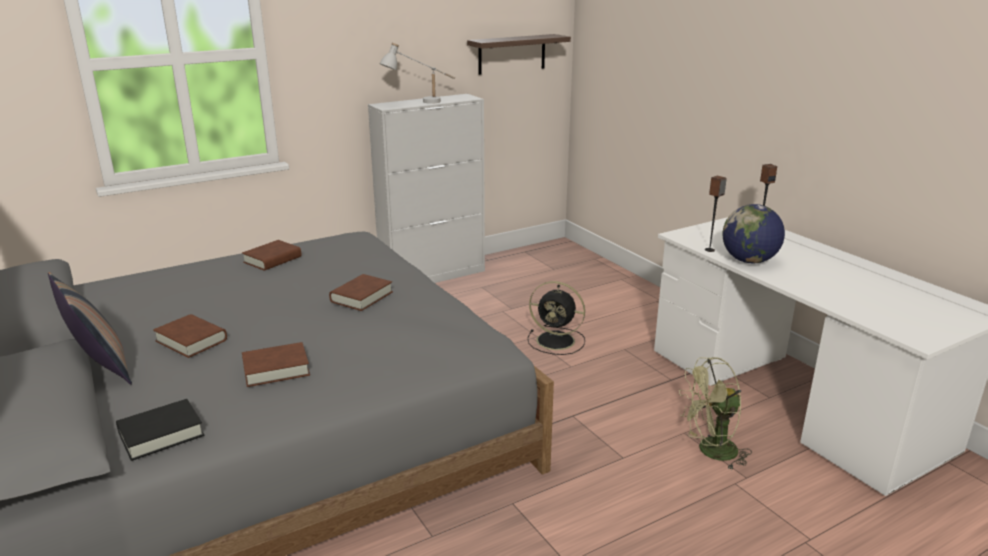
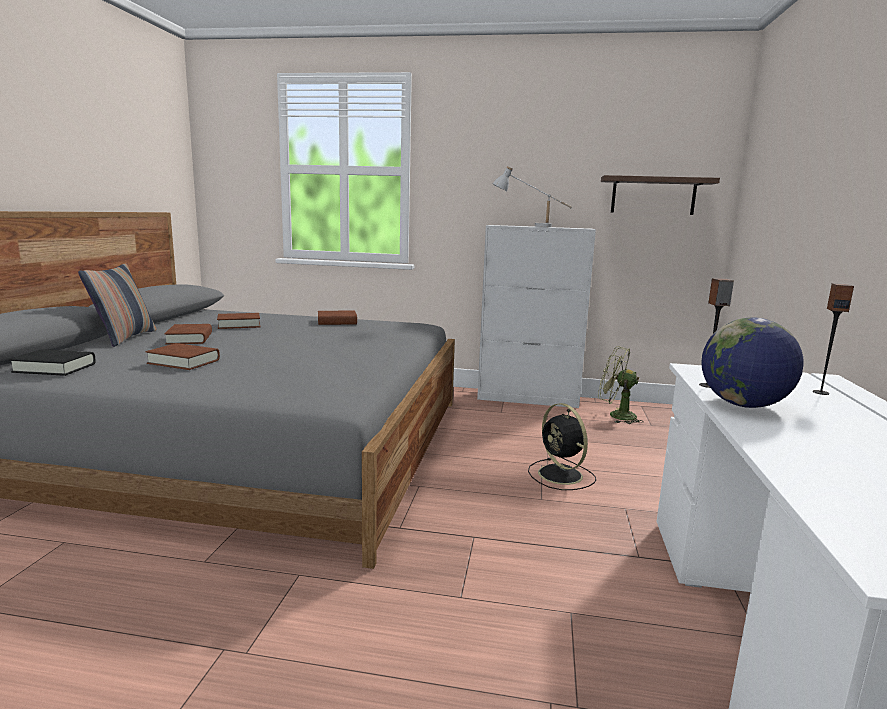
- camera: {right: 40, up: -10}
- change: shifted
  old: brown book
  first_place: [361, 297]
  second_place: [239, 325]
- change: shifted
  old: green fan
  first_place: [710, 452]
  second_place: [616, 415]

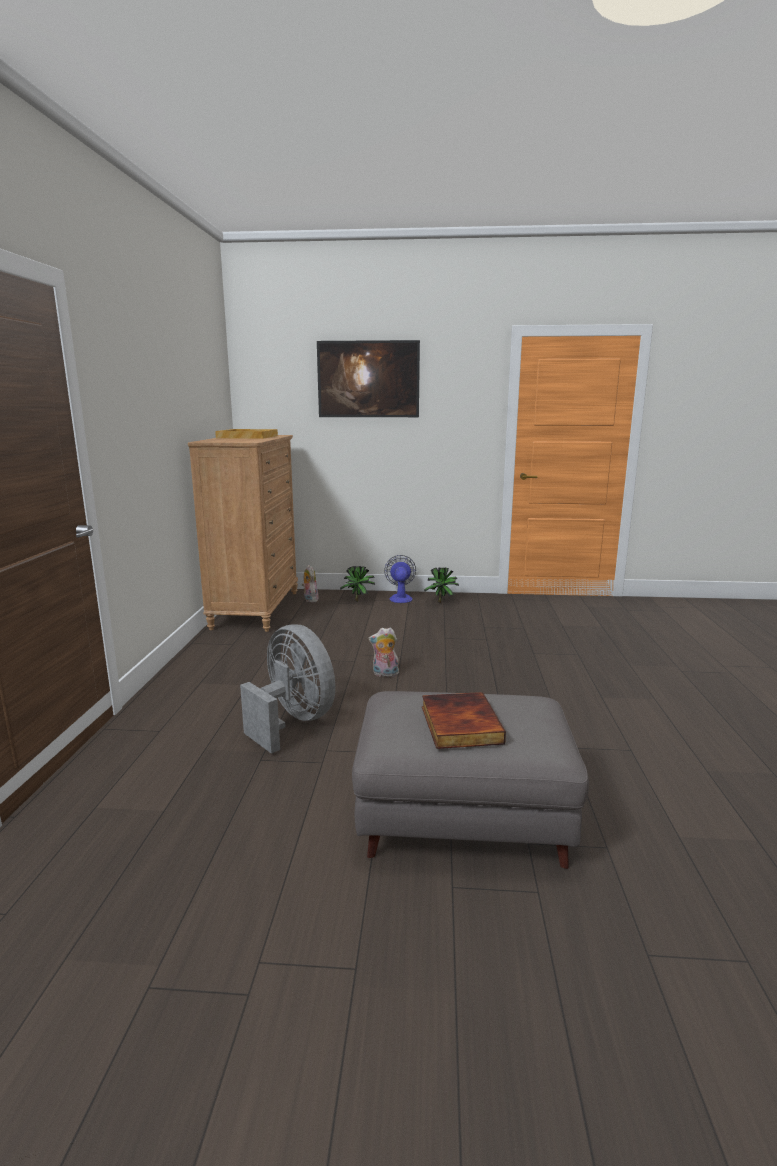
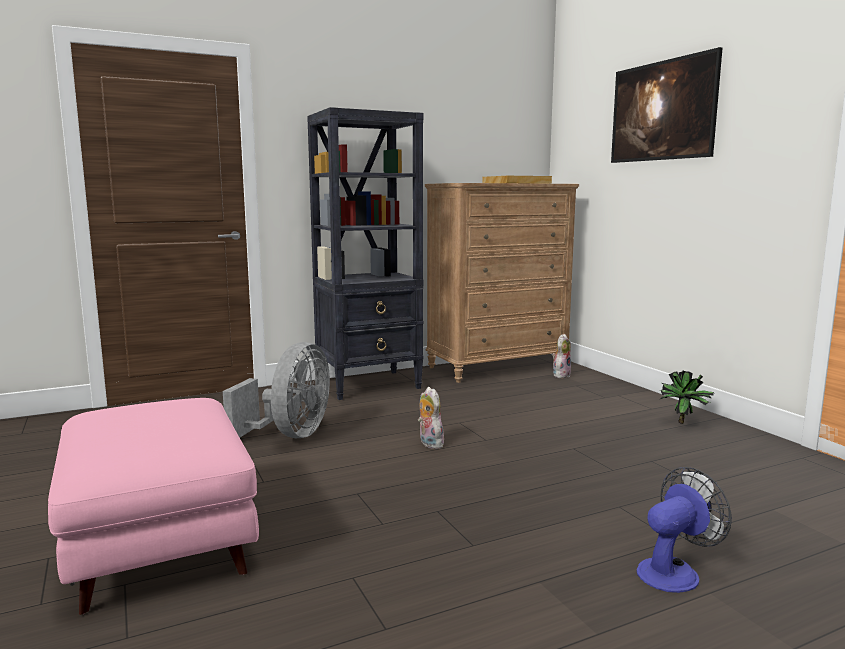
- camera: {right: 60, up: -5}
- change: gone
  old: potted plant
  first_place: [359, 601]
- change: gone
  old: book
  first_place: [458, 724]
- change: new
  new: black bookcase
  second_place: [370, 385]
- change: shifted
  old: fan
  first_place: [400, 597]
  second_place: [674, 571]
- change: repainted
  old: grey ottoman
  new: pink ottoman
  first_place: [463, 818]
  second_place: [161, 541]

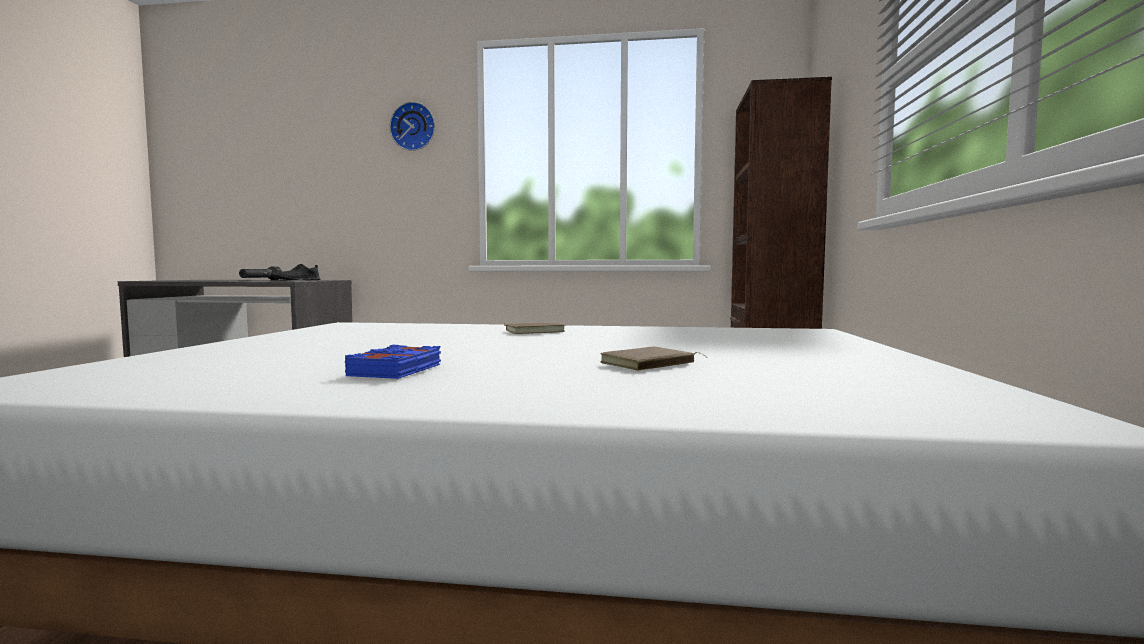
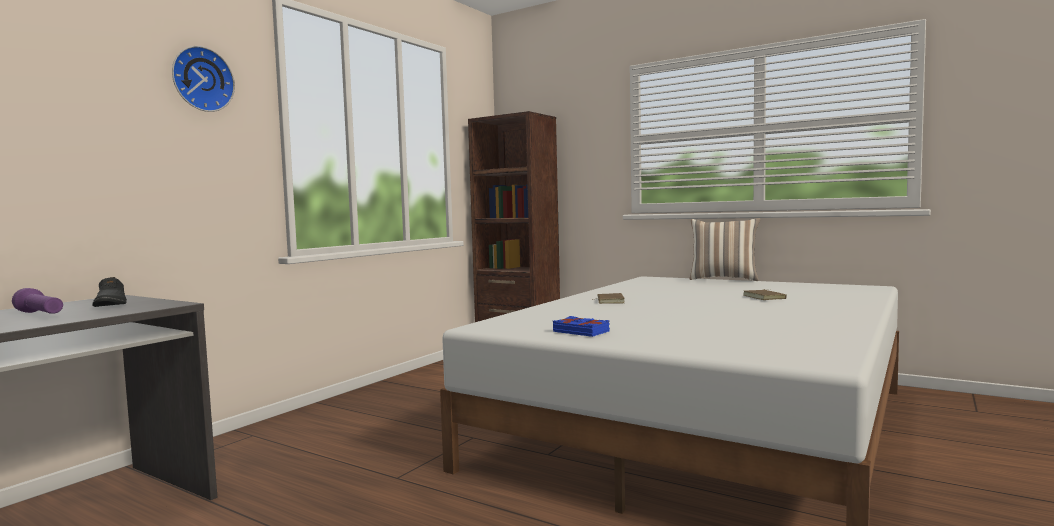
- camera: {right: -65, up: 0}
- change: new
  new: pillow
  second_place: [724, 279]
- change: shifted
  old: blue book
  first_place: [397, 370]
  second_place: [581, 331]
- change: repainted
  old: black flashlight
  new: purple flashlight
  first_place: [260, 280]
  second_place: [40, 315]

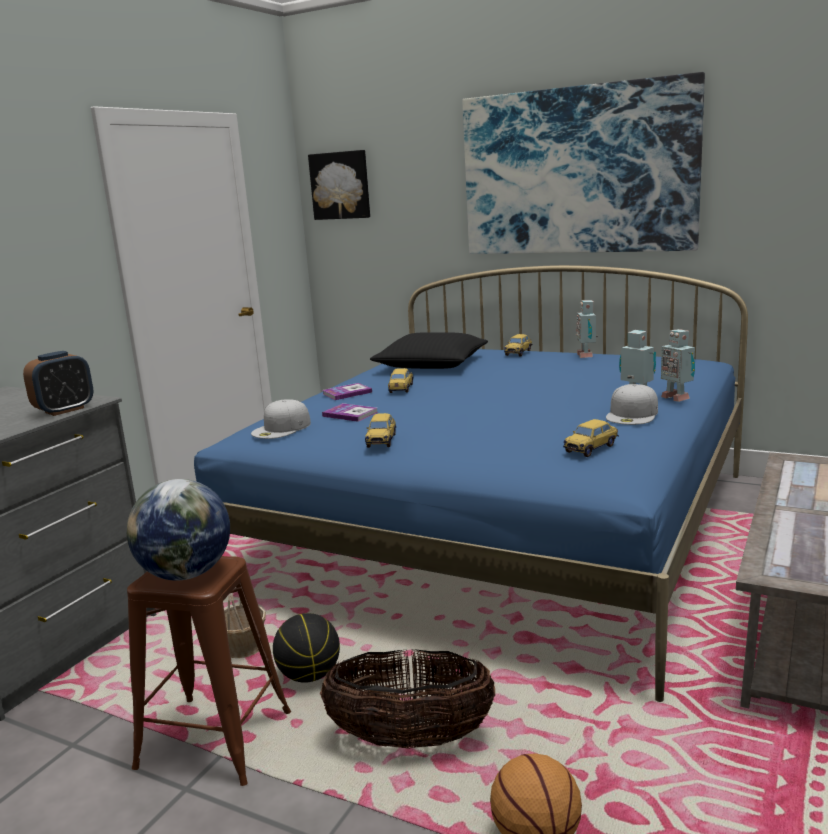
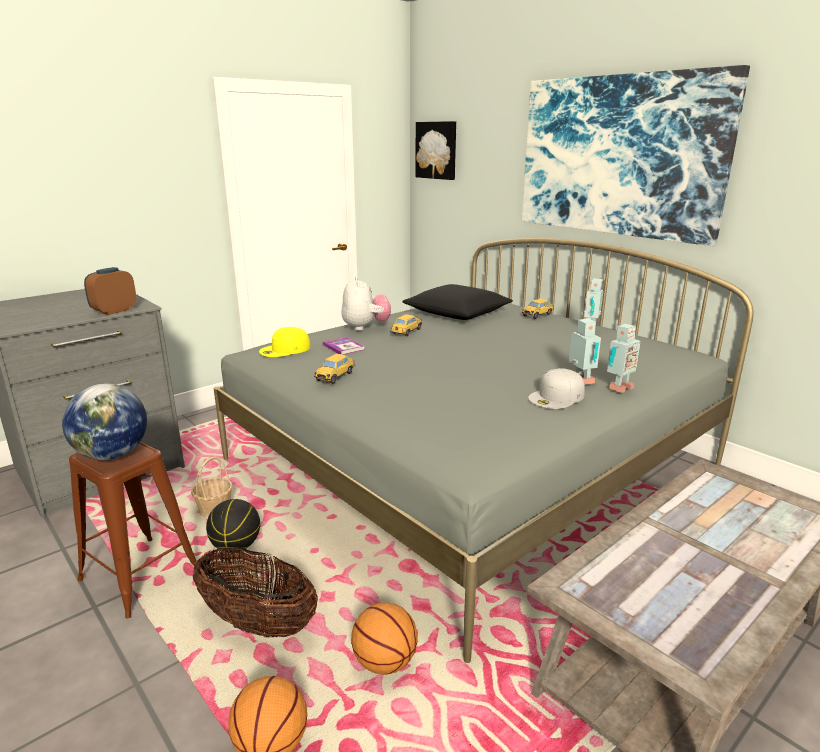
- camera: {right: 20, up: 5}
- change: gone
  old: toy car
  first_place: [591, 448]
- change: new
  new: basketball
  second_place: [384, 662]
- change: swapped
  old: book
  new: plush toy
  first_place: [347, 393]
  second_place: [365, 327]
- change: repainted
  old: blue bed
  new: grey bed
  first_place: [499, 528]
  second_place: [469, 462]
- change: repainted
  old: white cap
  new: yellow cap
  first_place: [282, 428]
  second_place: [285, 349]
- change: rotated
  old: alarm clock
  first_place: [64, 410]
  second_place: [114, 311]
  degrees: 150
- change: rotated
  old: toy robot
  first_place: [676, 397]
  second_place: [618, 388]
  degrees: -120

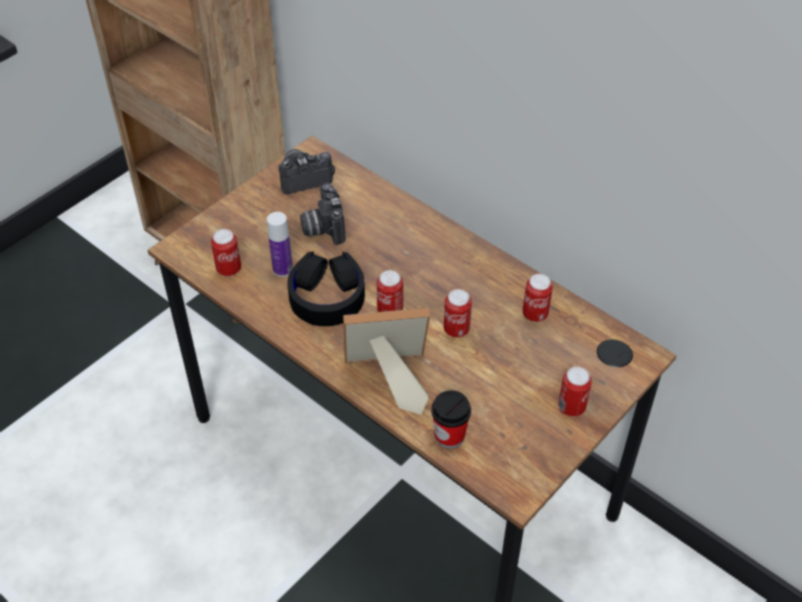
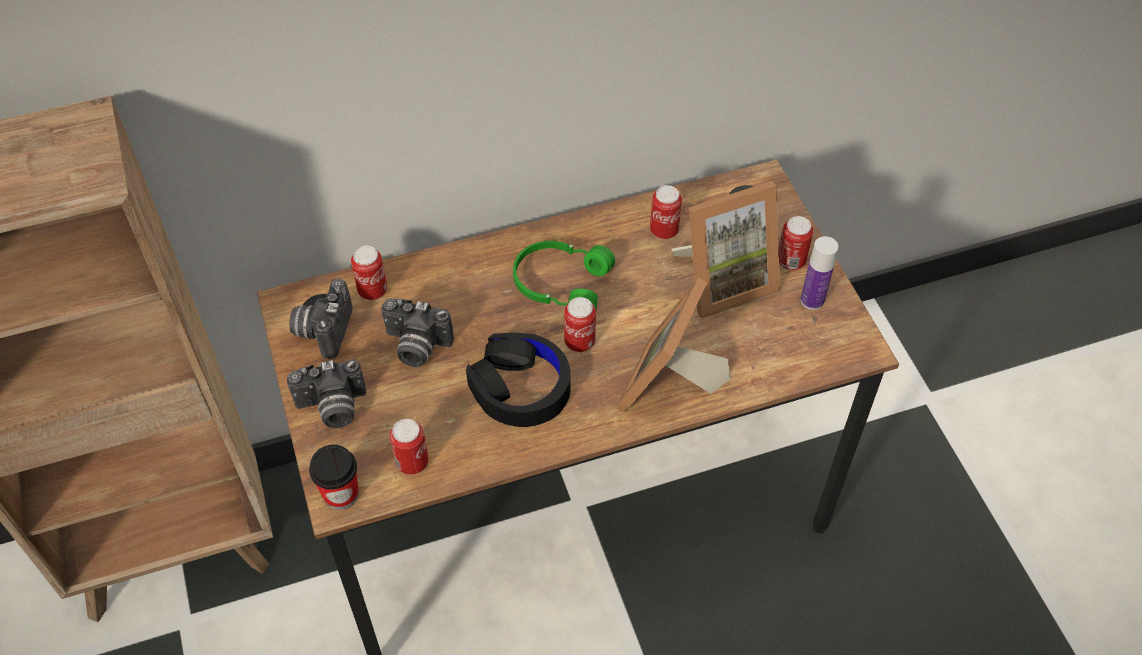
- camera: {right: -60, up: 5}
- change: new
  new: photo camera
  second_place: [332, 408]
- change: new
  new: green headphones
  second_place: [560, 282]
- change: new
  new: picture frame
  second_place: [723, 280]
- change: shifted
  old: bottle
  first_place: [282, 269]
  second_place: [812, 300]
- change: shifted
  old: cup
  first_place: [449, 436]
  second_place: [341, 494]
- change: shifted
  old: can
  first_place: [456, 330]
  second_place: [372, 291]

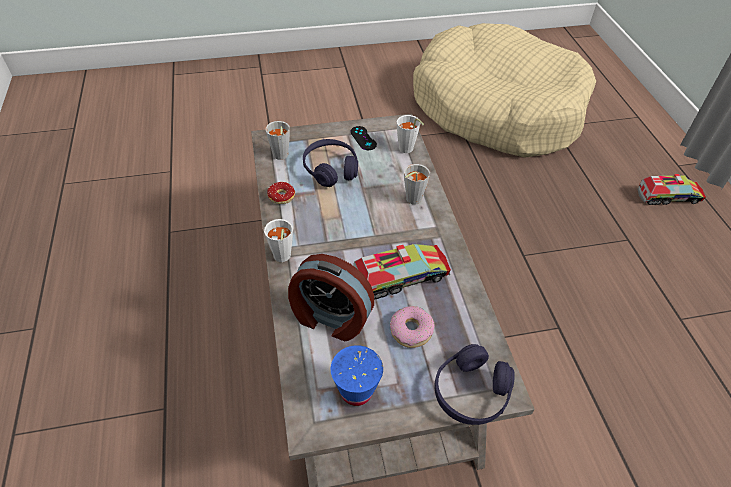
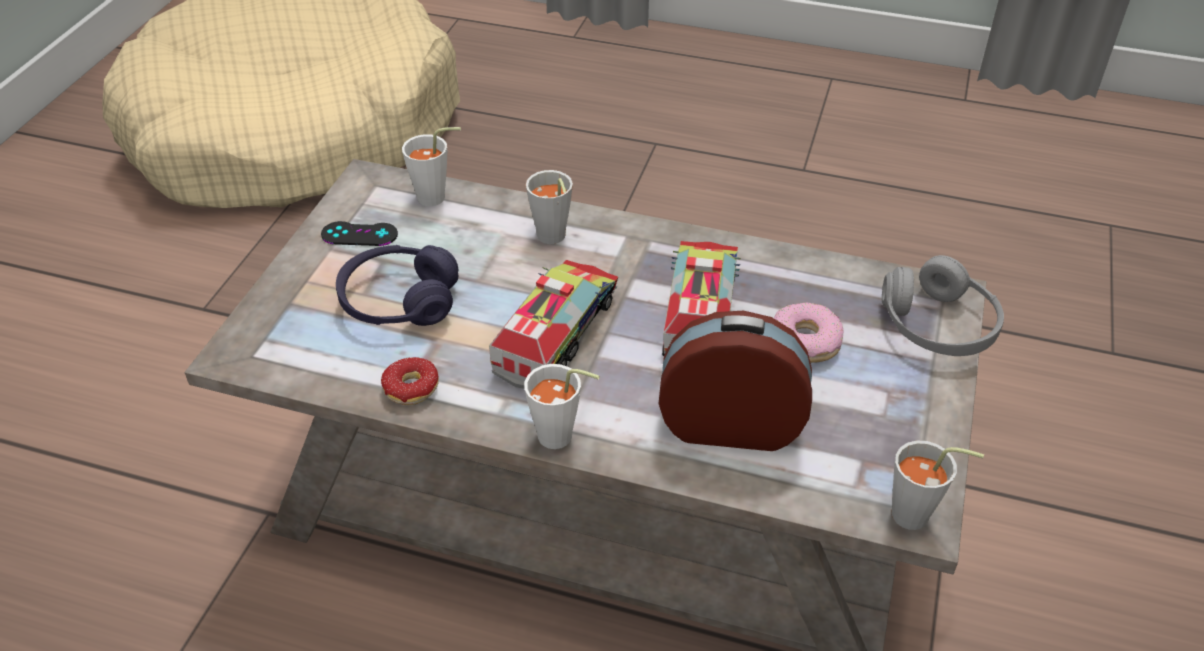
- camera: {right: -60, up: -5}
- change: gone
  old: blue cup
  first_place: [356, 391]
- change: shifted
  old: grey cup
  first_place: [280, 157]
  second_place: [918, 517]
- change: shifted
  old: toy truck
  first_place: [668, 196]
  second_place: [556, 334]
- change: repainted
  old: purple headphones
  new: grey headphones
  first_place: [471, 392]
  second_place: [937, 325]
- change: rotated
  old: alarm clock
  first_place: [330, 318]
  second_place: [730, 422]
  degrees: -135

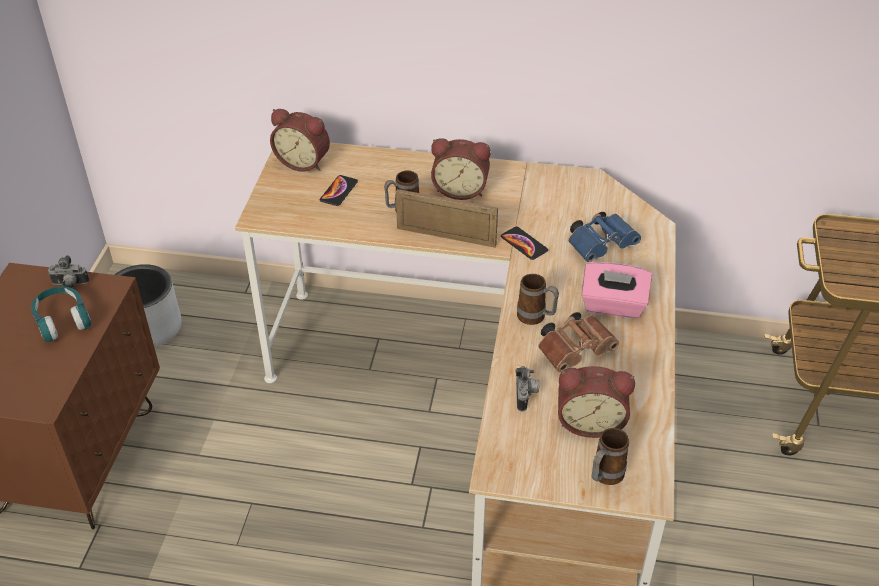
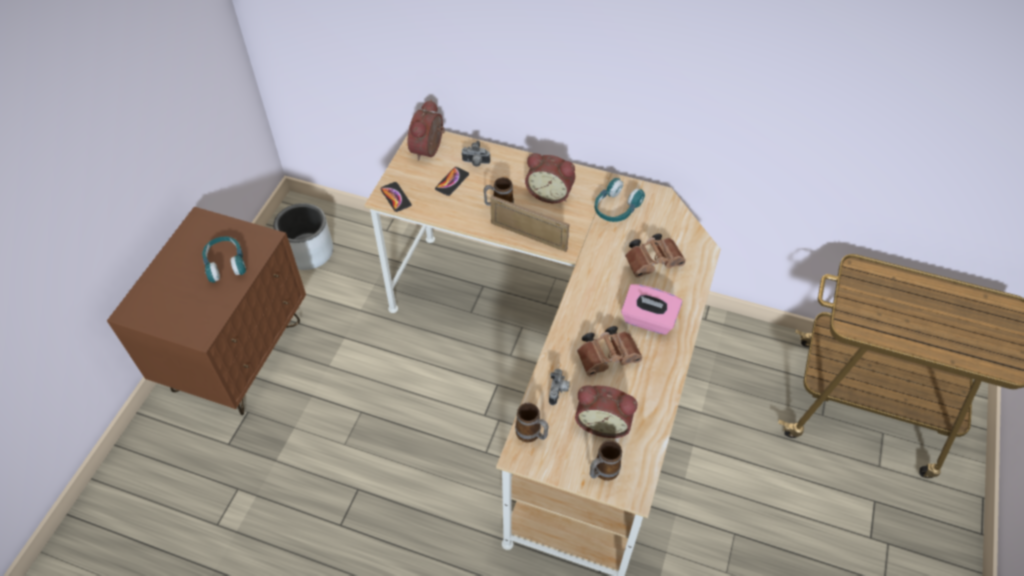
- camera: {right: 10, up: 10}
- change: new
  new: turquoise headphones
  second_place: [616, 208]
- change: shifted
  old: photo camera
  first_place: [70, 285]
  second_place: [475, 163]
- change: shifted
  old: phone
  first_place: [524, 244]
  second_place: [395, 197]
- change: shifted
  old: mug
  first_place: [536, 318]
  second_place: [532, 435]
- change: repainted
  old: blue binoculars
  new: brown binoculars
  first_place: [602, 245]
  second_place: [654, 262]
- change: rotated
  old: alarm clock
  first_place: [304, 162]
  second_place: [430, 150]
  degrees: 75

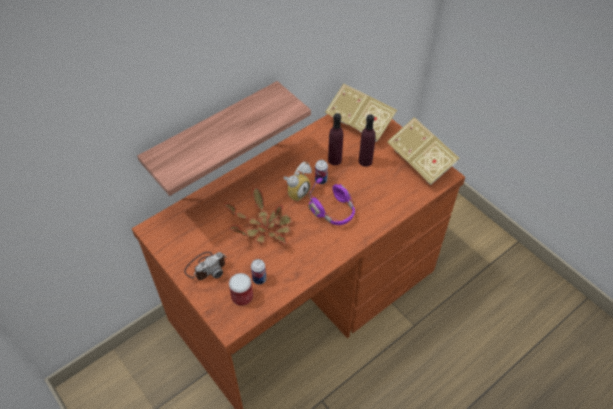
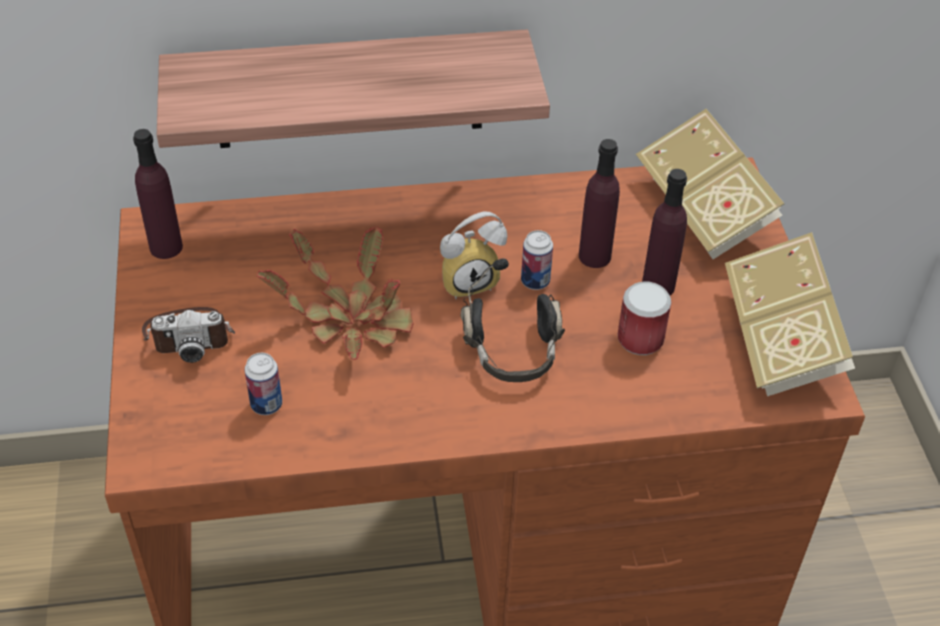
- camera: {right: 30, up: -5}
- change: new
  new: purple bottle
  second_place: [166, 247]
- change: shifted
  old: can
  first_place: [242, 296]
  second_place: [640, 339]
- change: repainted
  old: purple headphones
  new: black headphones
  first_place: [334, 212]
  second_place: [513, 352]

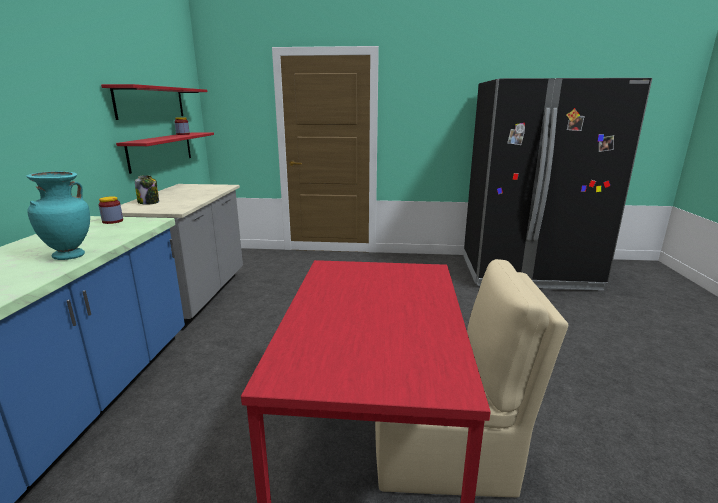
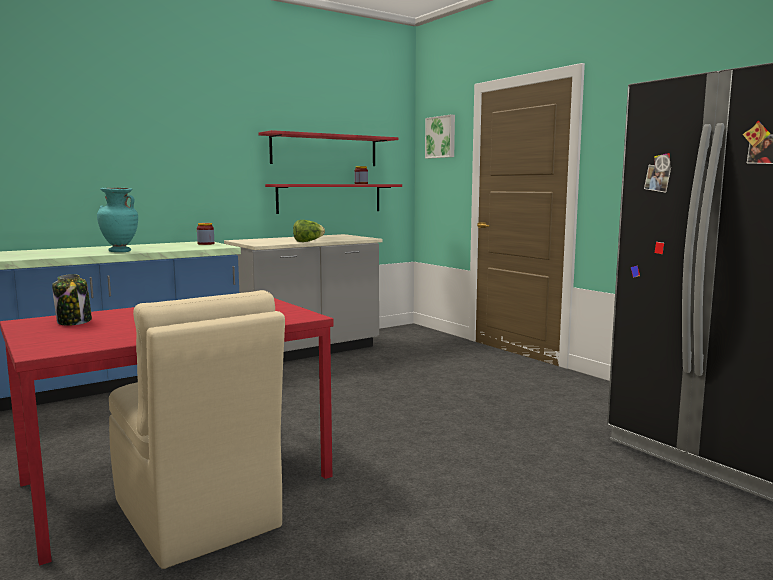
- camera: {right: 50, up: -10}
- change: new
  new: lettuce
  second_place: [308, 241]
- change: new
  new: picture
  second_place: [441, 137]
- change: shifted
  old: jar
  first_place: [149, 202]
  second_place: [74, 322]

